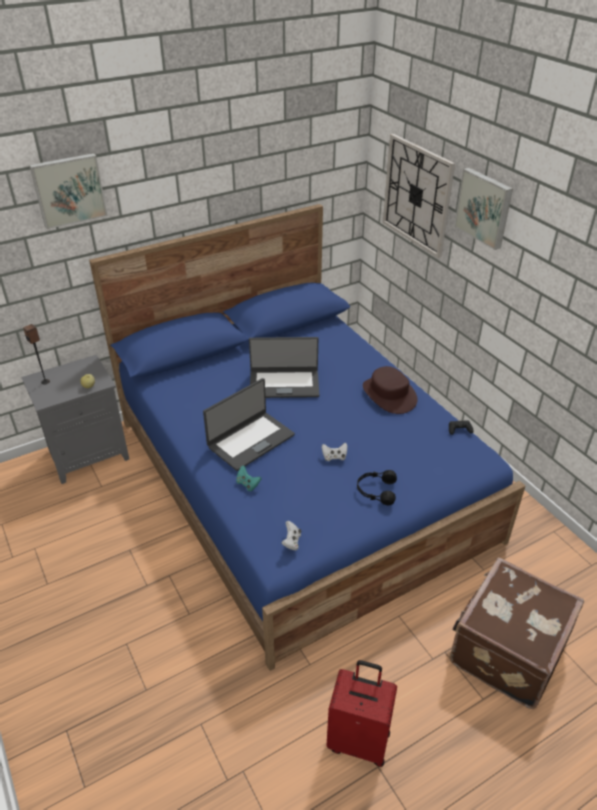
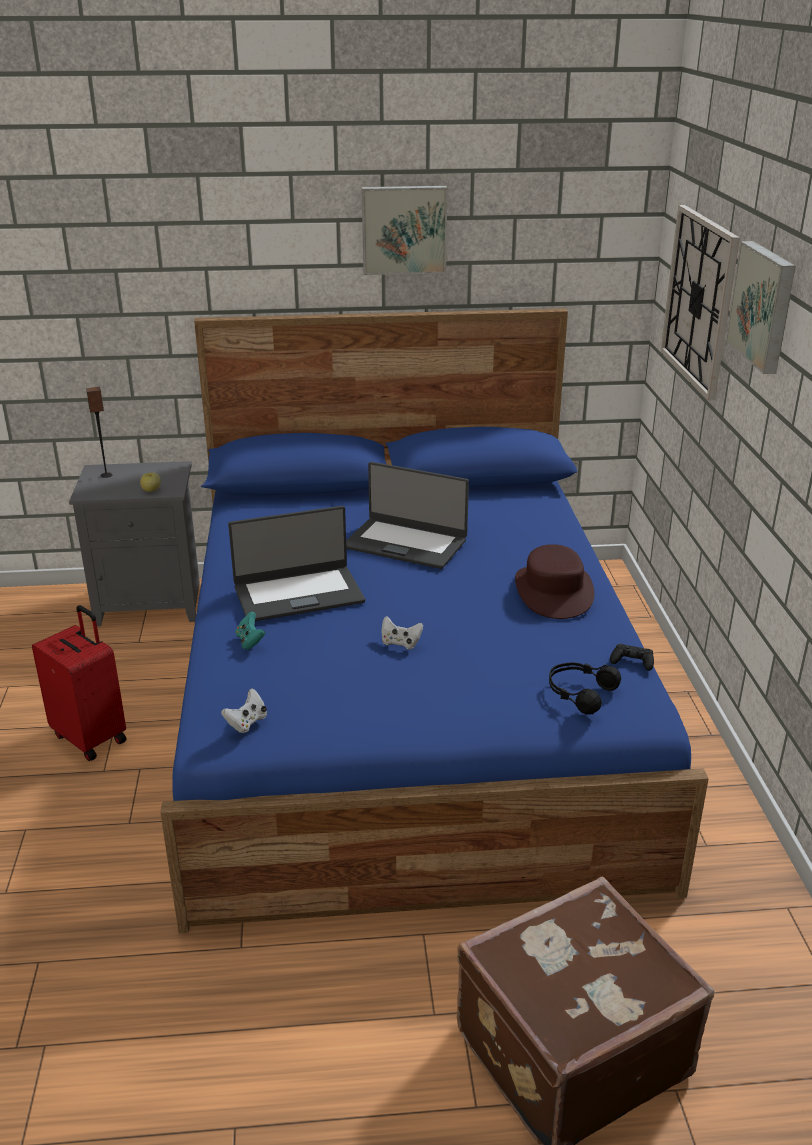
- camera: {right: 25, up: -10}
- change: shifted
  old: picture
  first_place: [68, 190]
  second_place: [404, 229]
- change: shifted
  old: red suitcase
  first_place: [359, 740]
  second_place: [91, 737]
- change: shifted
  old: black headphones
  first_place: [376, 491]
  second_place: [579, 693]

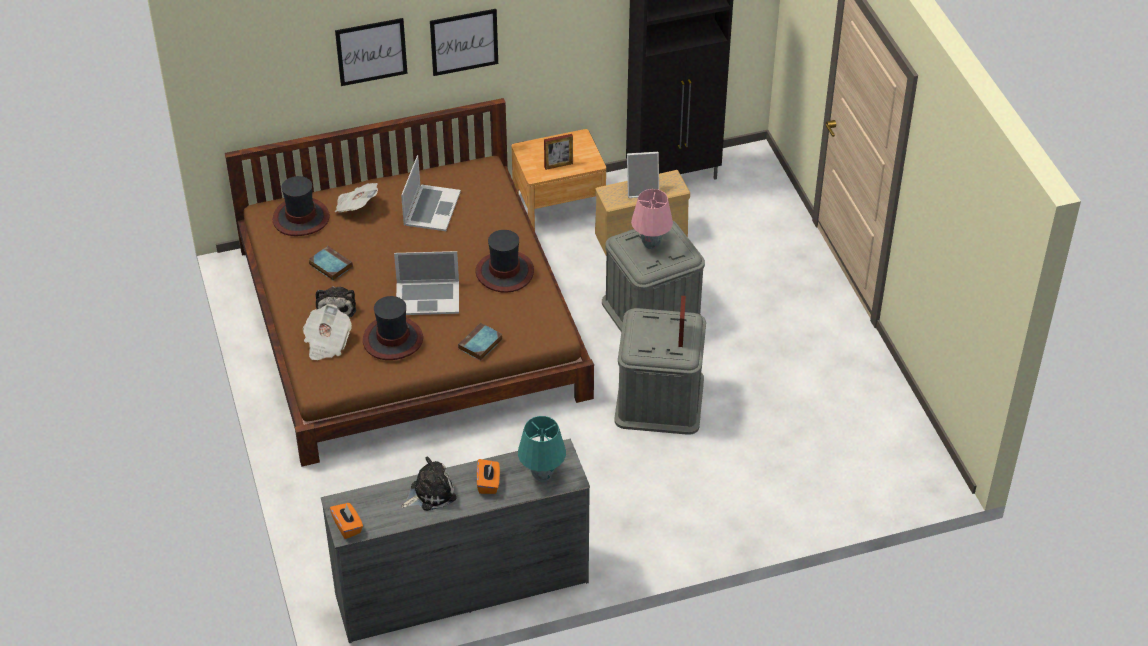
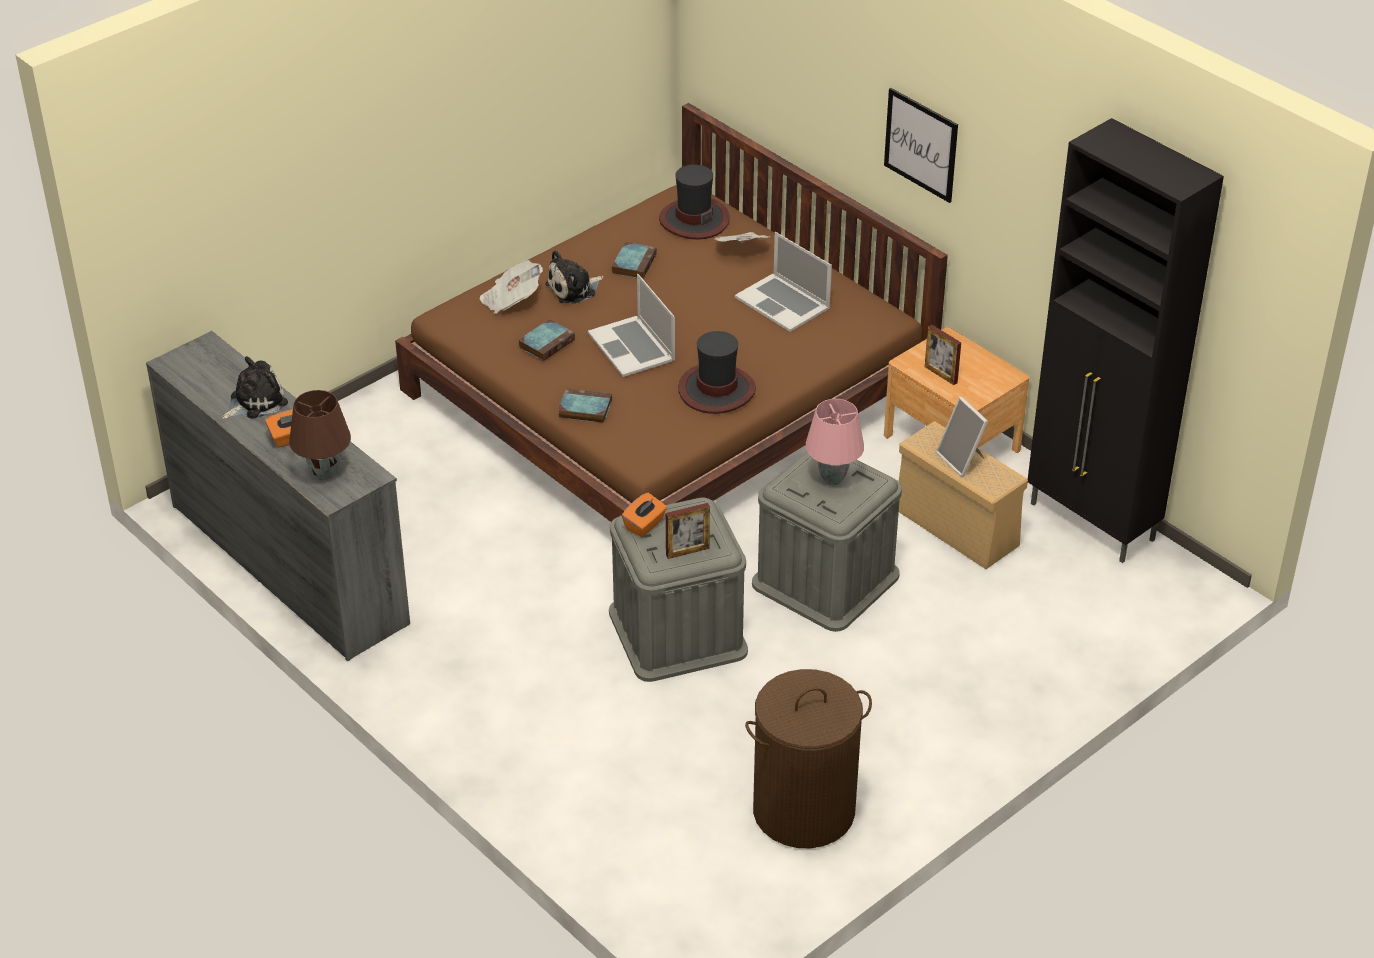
- camera: {right: 65, up: -5}
- change: gone
  old: picture
  first_place: [371, 51]
- change: new
  new: brown laundry basket
  second_place: [803, 811]
- change: shifted
  old: orange tissue box
  first_place: [347, 526]
  second_place: [644, 525]
- change: swapped
  old: hat
  new: book
  first_place: [392, 339]
  second_place: [547, 343]
- change: repainted
  old: turquoise table lamp
  new: brown table lamp
  first_place: [542, 475]
  second_place: [325, 473]
- change: rotated
  old: laptop
  first_place: [431, 208]
  second_place: [783, 302]
  degrees: 60
- change: rotated
  old: plush toy
  first_place: [430, 493]
  second_place: [255, 401]
  degrees: -75

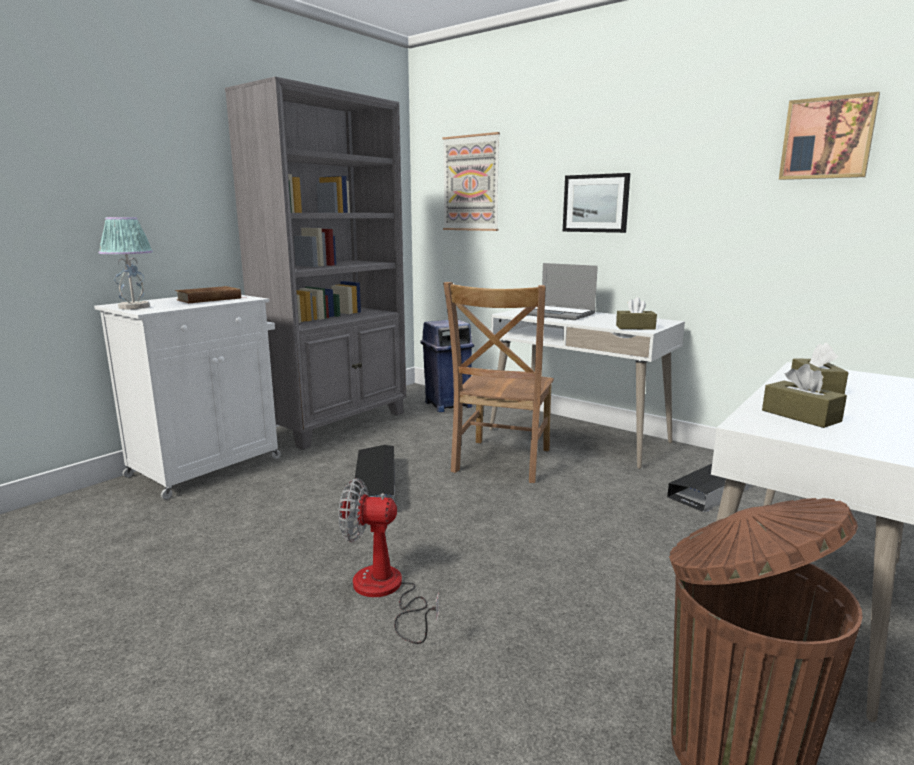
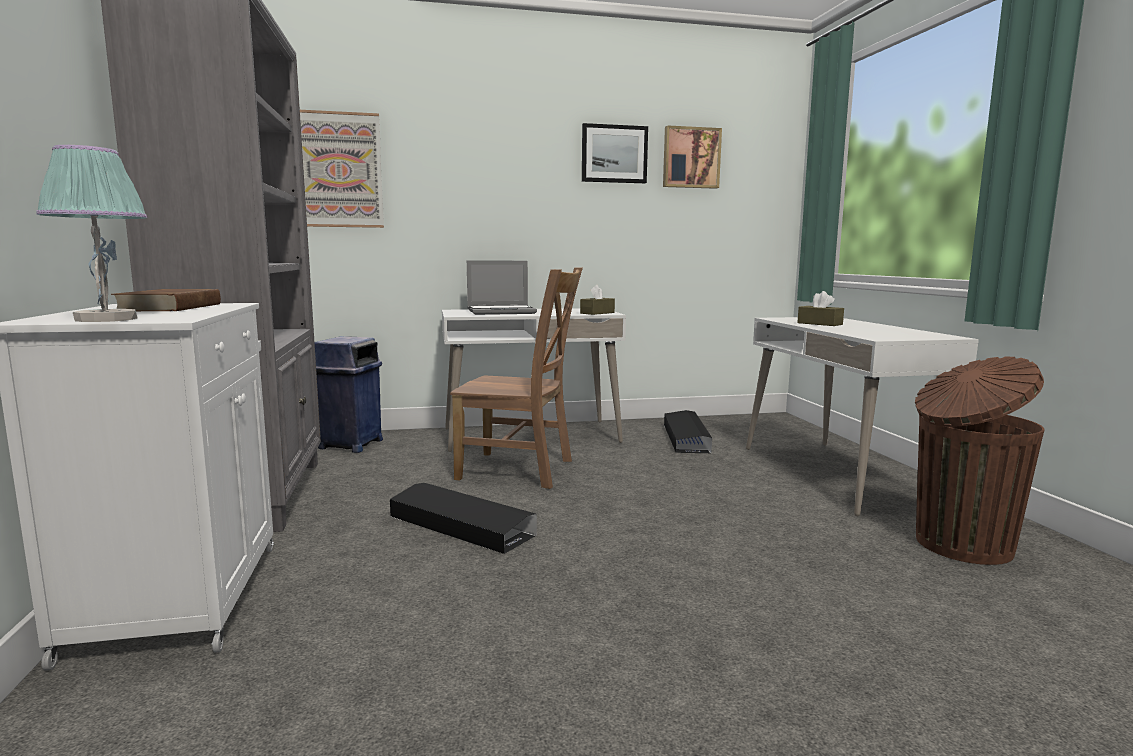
- camera: {right: -50, up: -5}
- change: gone
  old: fan
  first_place: [385, 592]
- change: gone
  old: brown tissue box
  first_place: [800, 416]
- change: shifted
  old: picture
  first_place: [596, 203]
  second_place: [614, 154]
- change: rotated
  old: brown chair
  first_place: [501, 462]
  second_place: [520, 470]
  degrees: -45

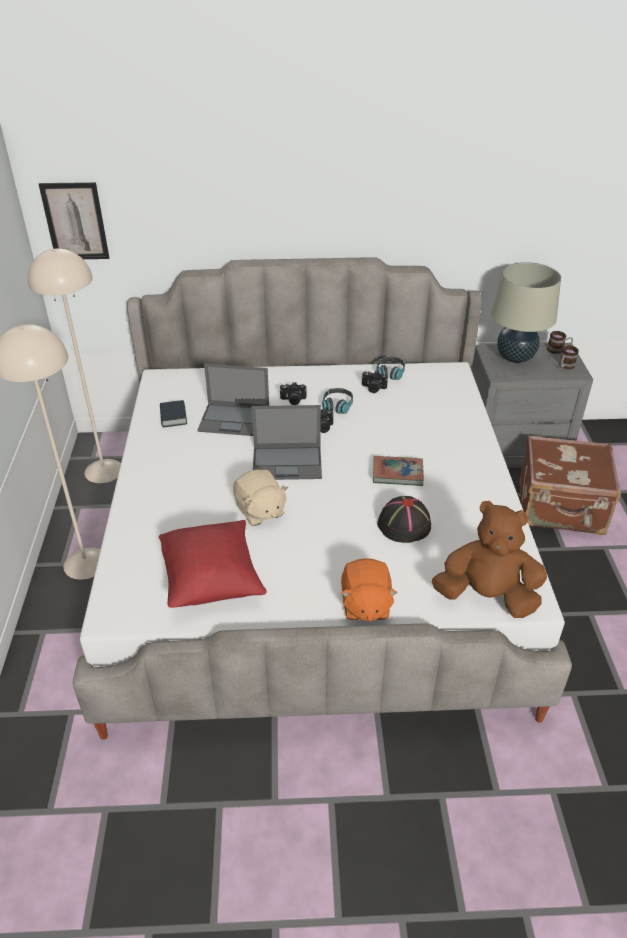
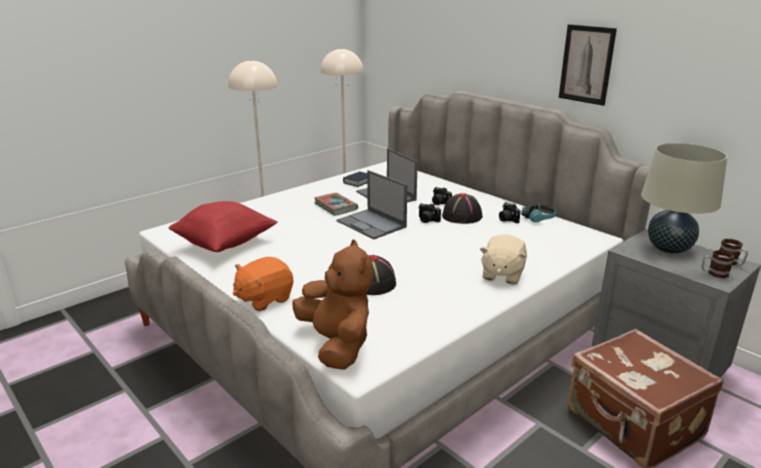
- camera: {right: 50, up: -15}
- change: shifted
  old: picture
  first_place: [75, 221]
  second_place: [586, 64]
- change: shifted
  old: beige plush toy
  first_place: [260, 511]
  second_place: [502, 274]
- change: shifted
  old: book
  first_place: [397, 473]
  second_place: [335, 206]
- change: swapped
  old: headphones
  new: black hat
  first_place: [337, 405]
  second_place: [462, 216]

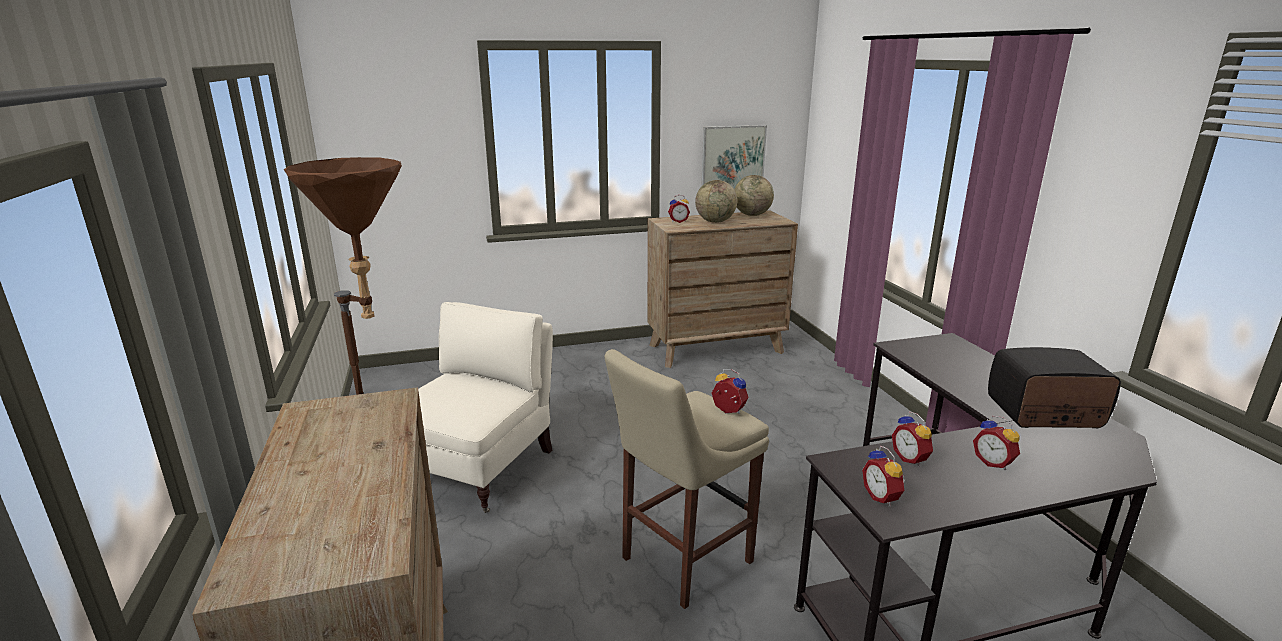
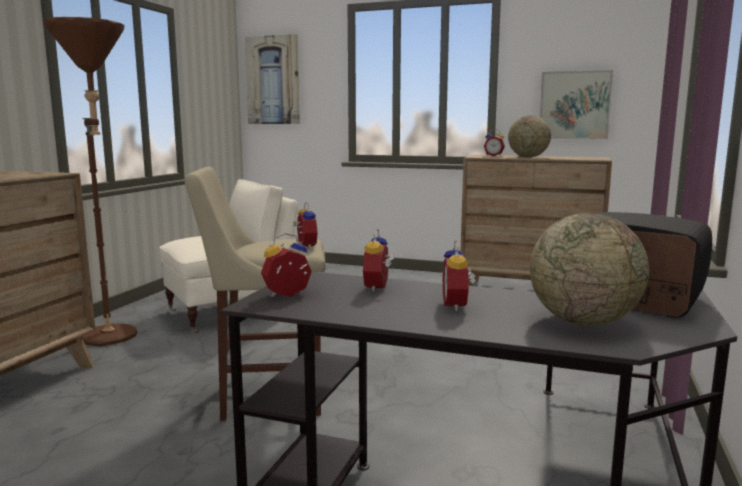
- camera: {right: 35, up: -10}
- change: new
  new: picture
  second_place: [273, 80]
- change: shifted
  old: globe
  first_place: [752, 215]
  second_place: [583, 321]
- change: rotated
  old: alarm clock
  first_place: [882, 497]
  second_place: [288, 295]
  degrees: 45

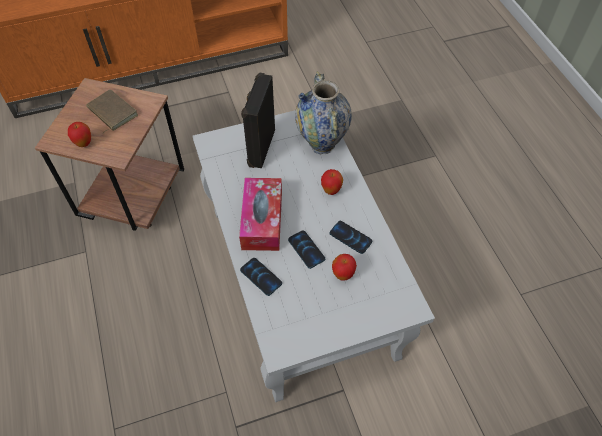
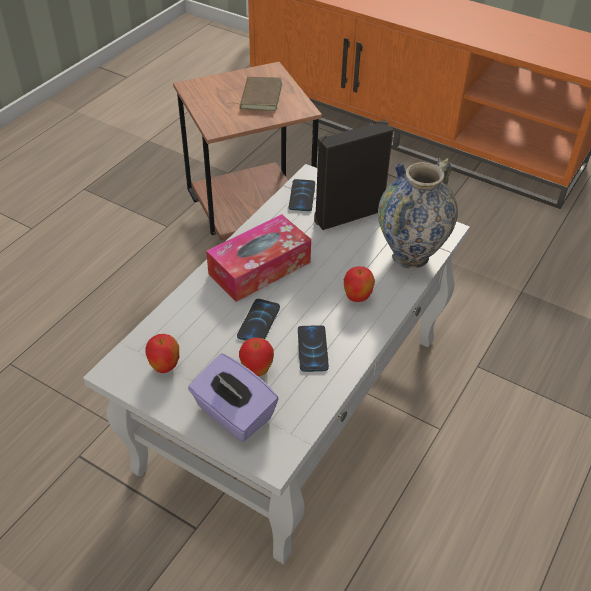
- camera: {right: 50, up: -10}
- change: new
  new: purple tissue box
  second_place: [233, 414]
- change: shifted
  old: apple
  first_place: [84, 143]
  second_place: [165, 367]
- change: shifted
  old: phone
  first_place: [261, 277]
  second_place: [302, 196]

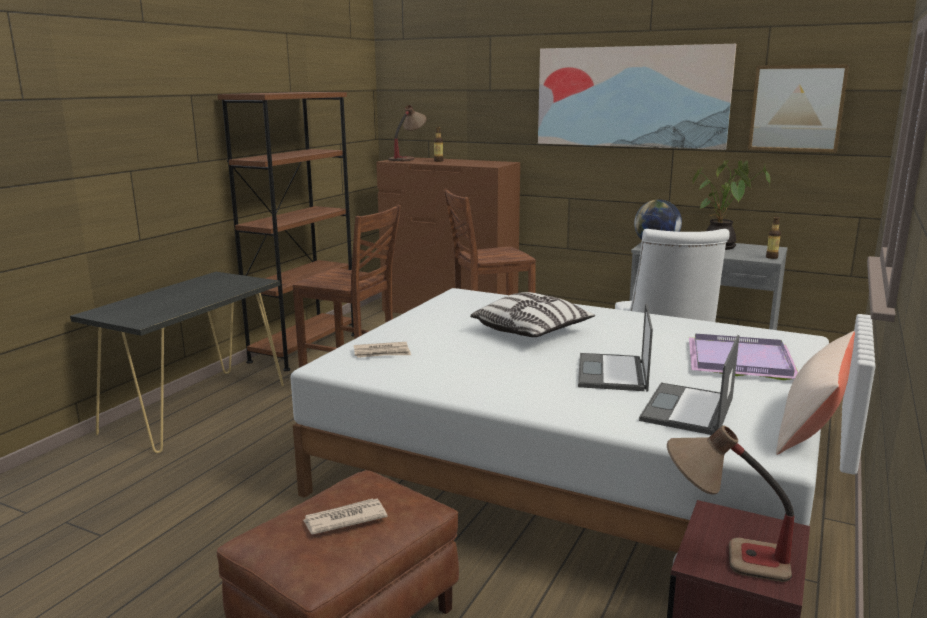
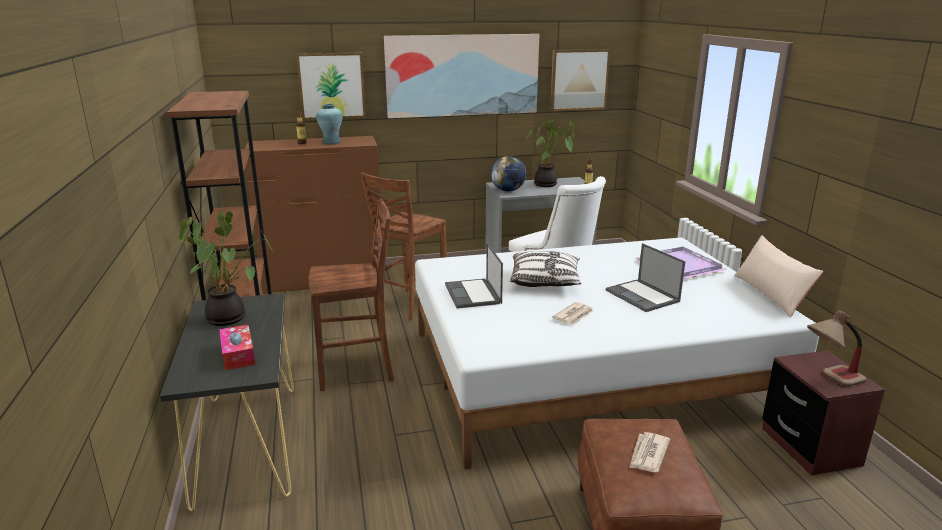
- camera: {right: -40, up: 5}
- change: gone
  old: table lamp
  first_place: [408, 159]
- change: new
  new: potted plant
  second_place: [230, 317]
- change: new
  new: tissue box
  second_place: [238, 354]
- change: new
  new: picture
  second_place: [331, 86]
- change: new
  new: turquoise vase
  second_place: [331, 142]
- change: shifted
  old: newspaper
  first_place: [382, 353]
  second_place: [574, 315]
- change: shifted
  old: laptop
  first_place: [687, 410]
  second_place: [473, 294]

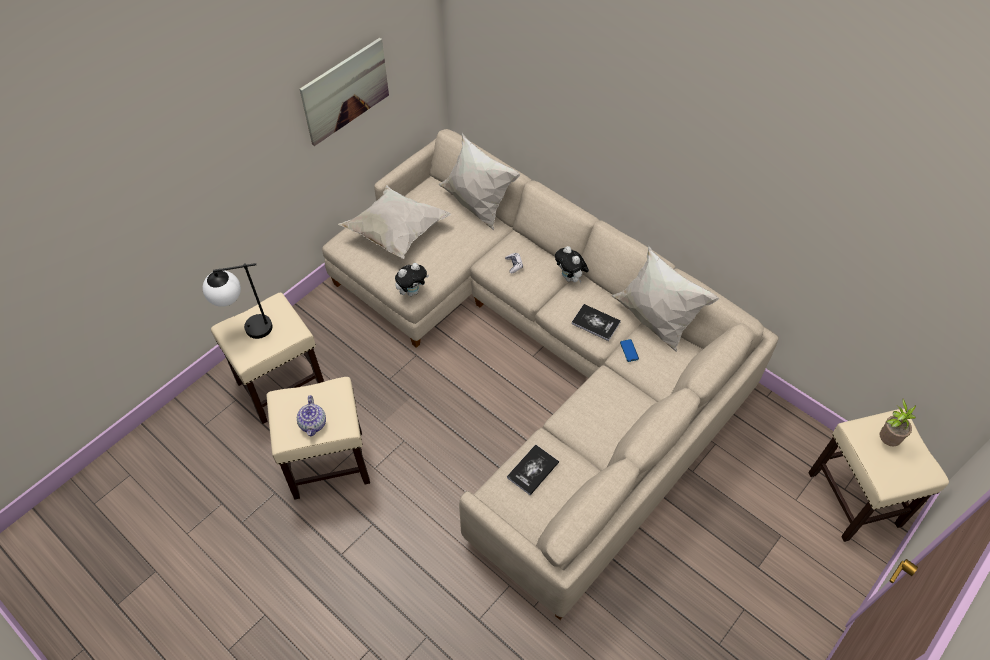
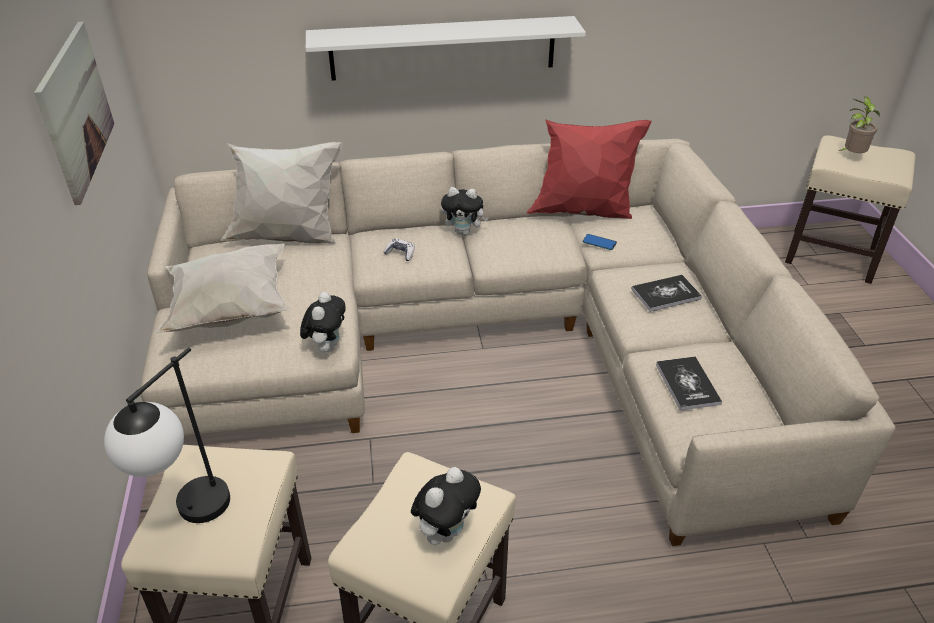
- camera: {right: -50, up: -15}
- change: new
  new: white shelf
  second_place: [443, 48]
- change: shifted
  old: book
  first_place: [595, 323]
  second_place: [665, 294]
- change: swapped
  old: teapot
  new: plush toy
  first_place: [313, 424]
  second_place: [446, 531]
- change: repainted
  old: white pillow
  new: red pillow
  first_place: [655, 323]
  second_place: [584, 212]

